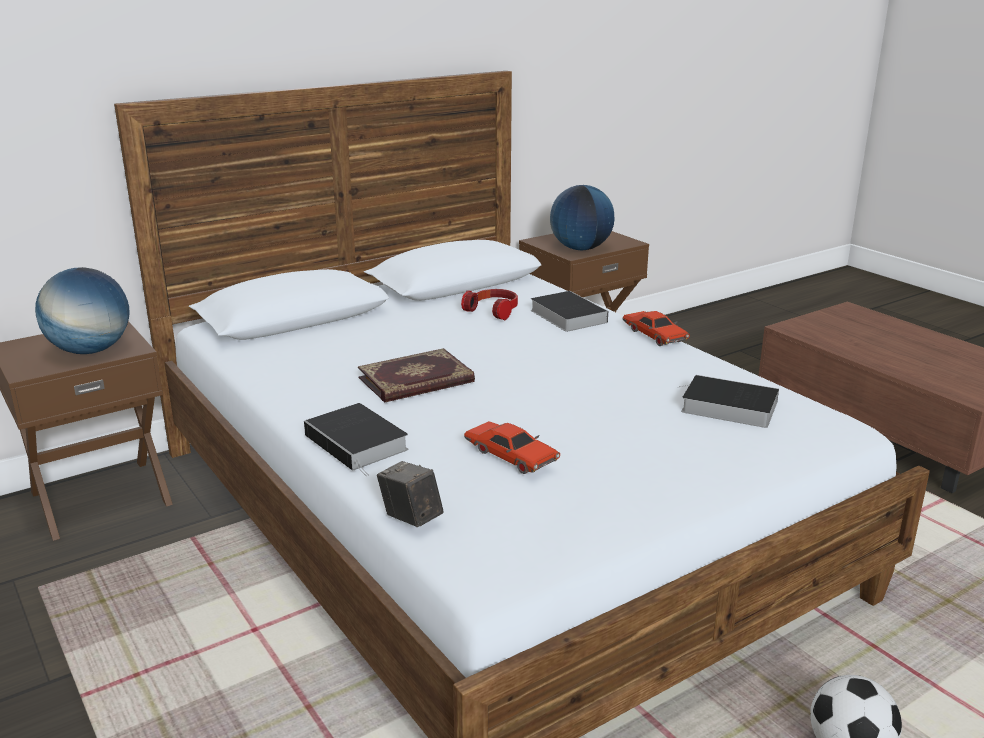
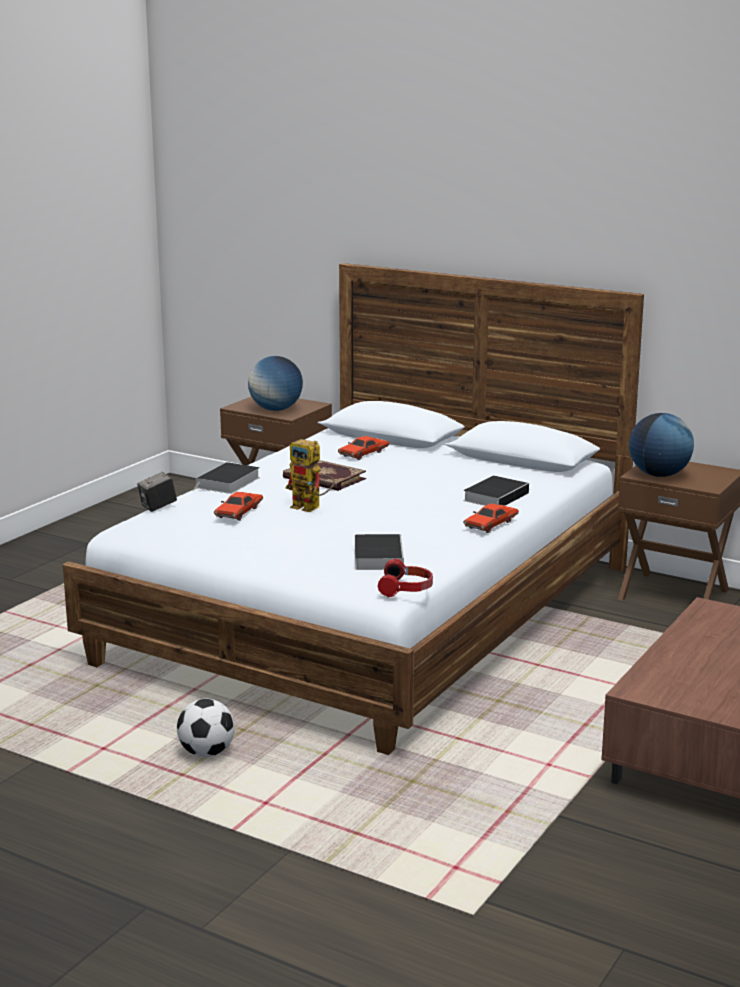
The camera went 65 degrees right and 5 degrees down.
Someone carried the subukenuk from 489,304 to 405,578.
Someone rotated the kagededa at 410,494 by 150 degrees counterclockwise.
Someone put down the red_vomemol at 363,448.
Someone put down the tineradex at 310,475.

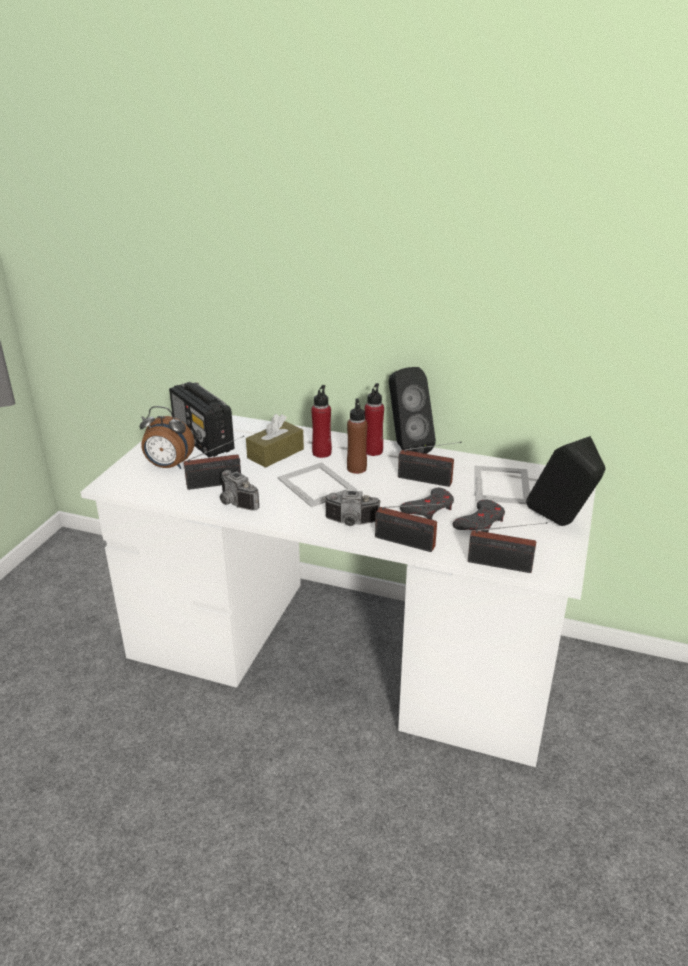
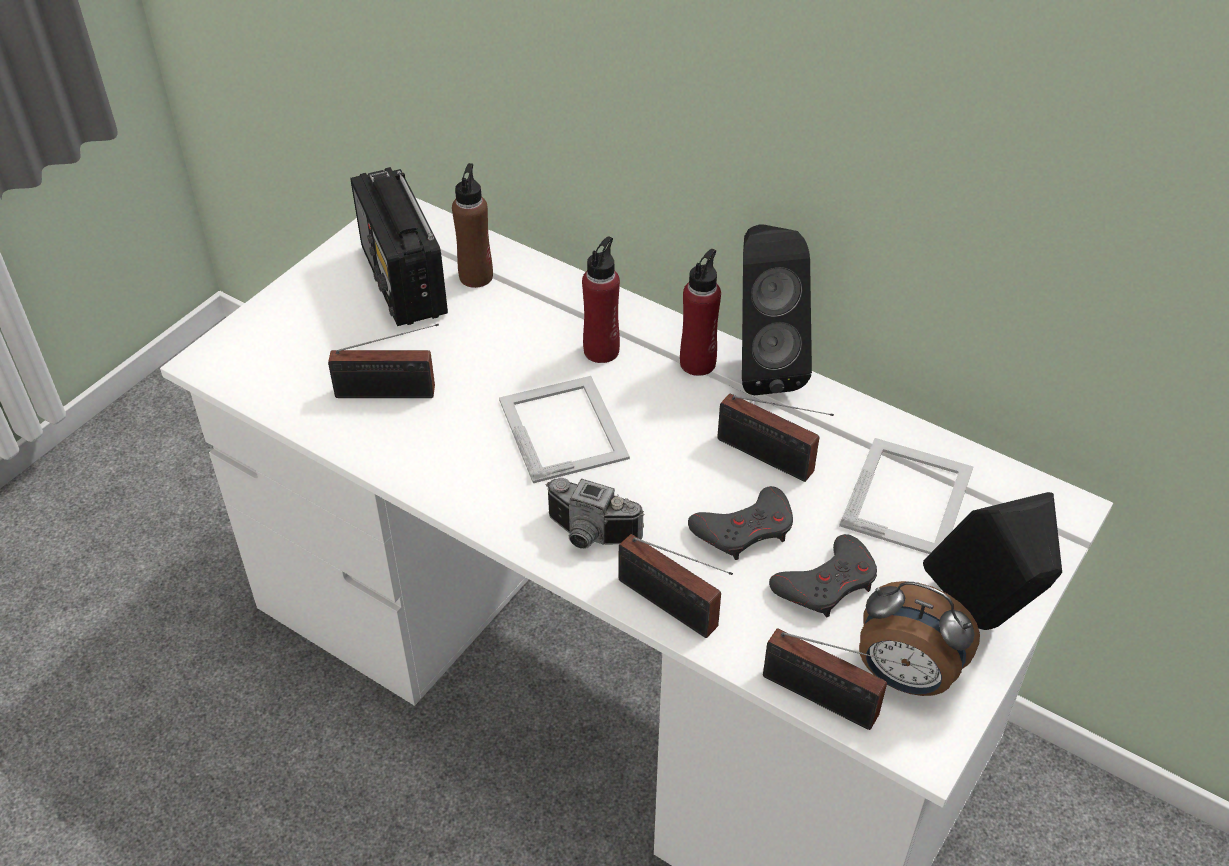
The camera went 15 degrees right and 15 degrees up.
Someone carried the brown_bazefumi from 357,436 to 472,225.
Someone carried the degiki from 167,437 to 919,638.
Someone took away the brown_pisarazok at 275,441.
Someone took away the kagededa at 240,490.

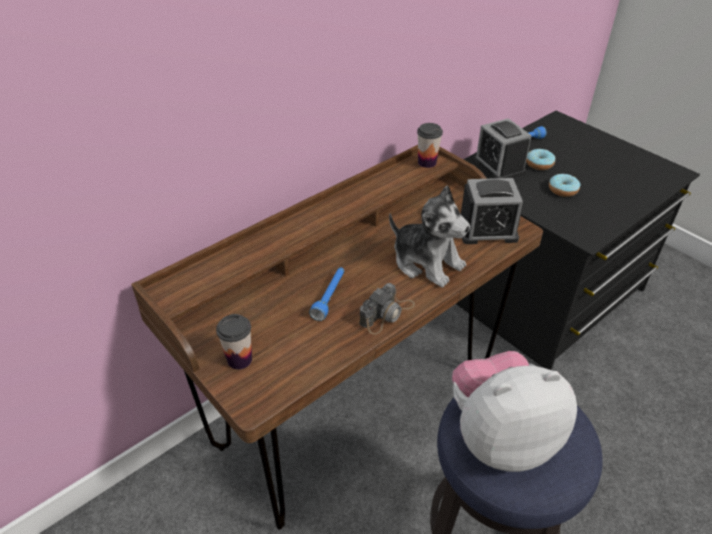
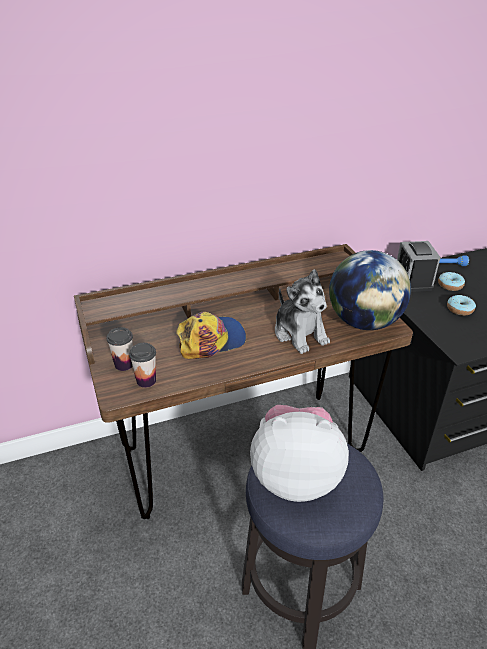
The camera went 20 degrees right and 5 degrees down.
Someone carried the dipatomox from 430,145 to 142,365.
Someone swapped the degiki at 492,211 for the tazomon at 370,290.
Someone swapped the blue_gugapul at 326,294 for the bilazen at 211,335.
Someone took away the kagededa at 387,309.

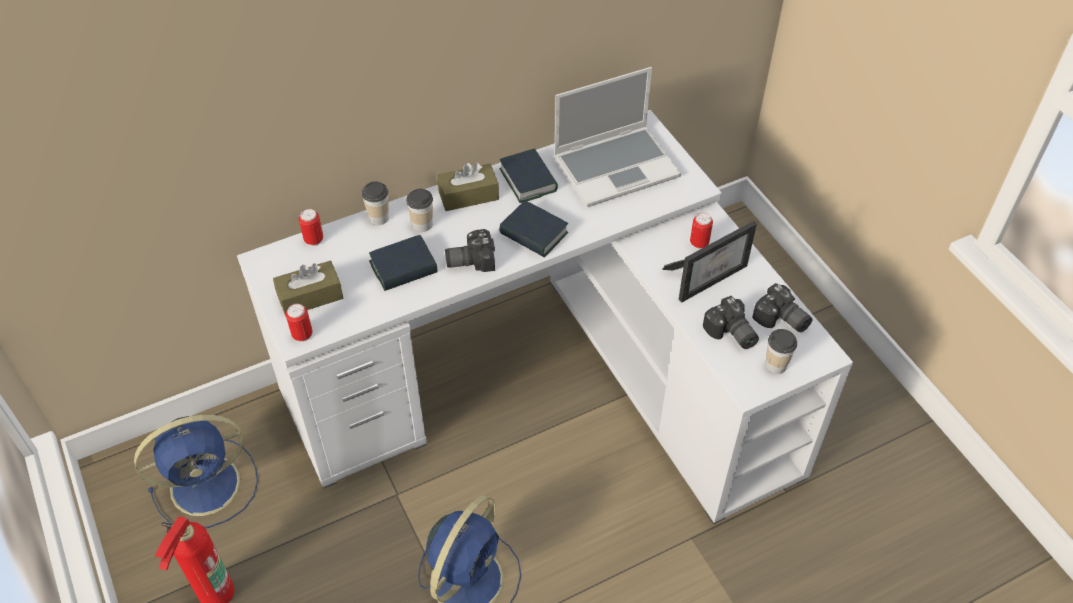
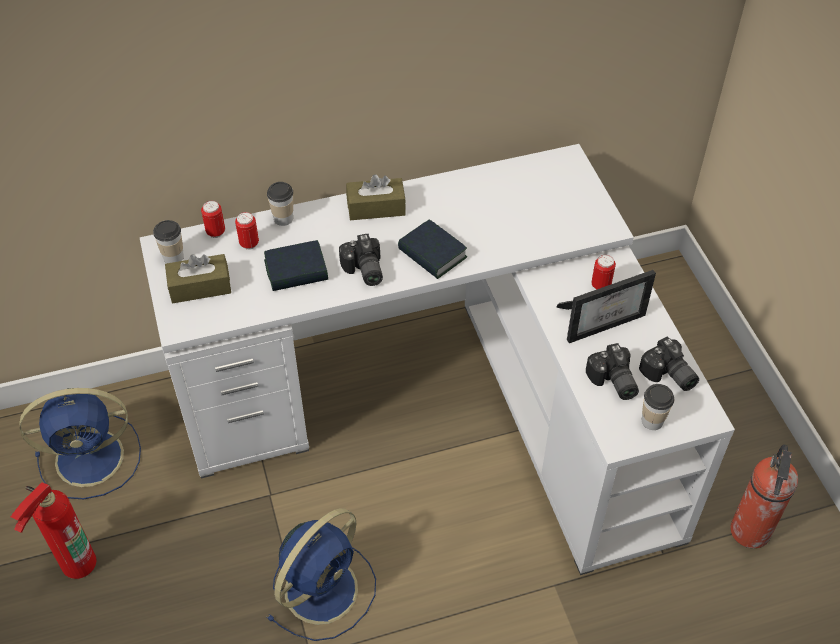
The camera went 10 degrees right and 0 degrees up.
Someone took away the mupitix at 617,137.
Someone took away the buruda at 528,175.
Someone carried the dipatomox from 419,210 to 168,241.
Someone rotated the kagededa at 470,250 by 105 degrees counterclockwise.
Someone carried the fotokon from 299,323 to 247,231.
Someone put down the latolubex at 764,496.

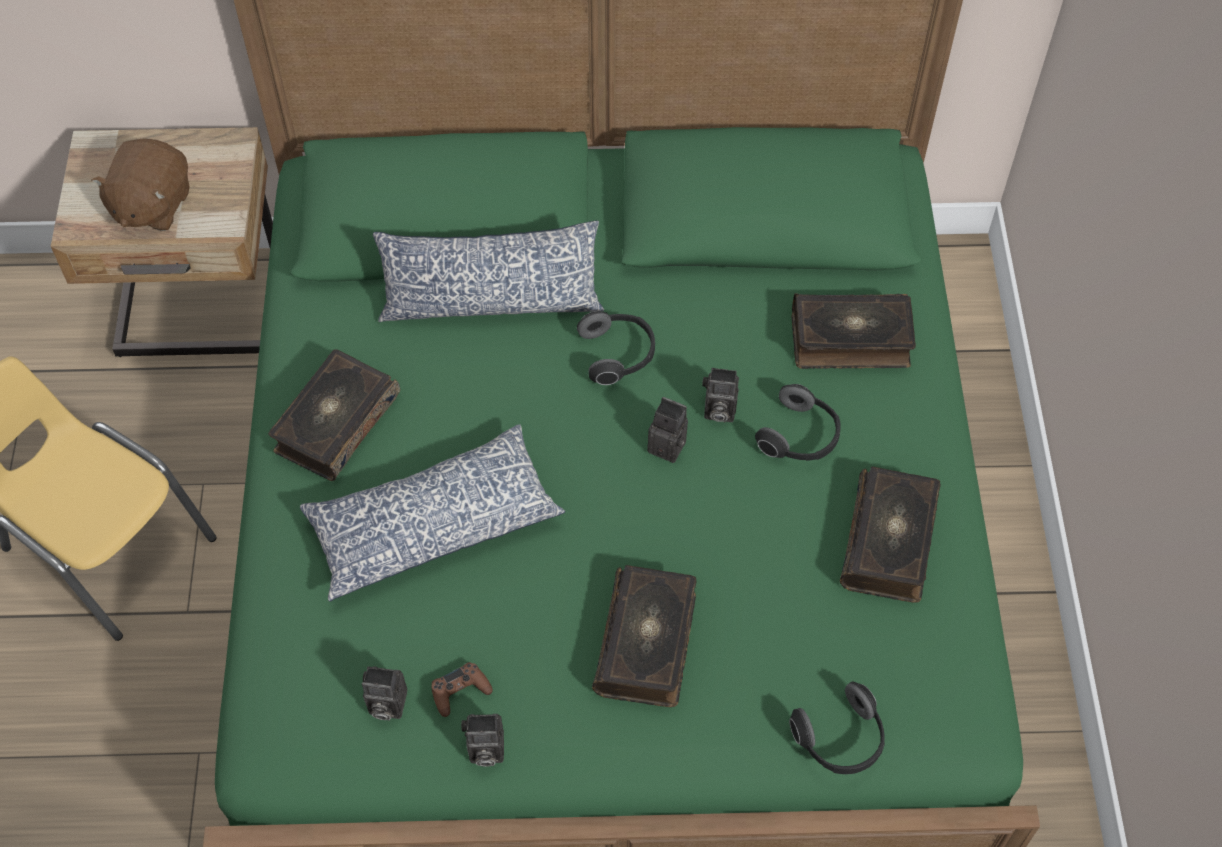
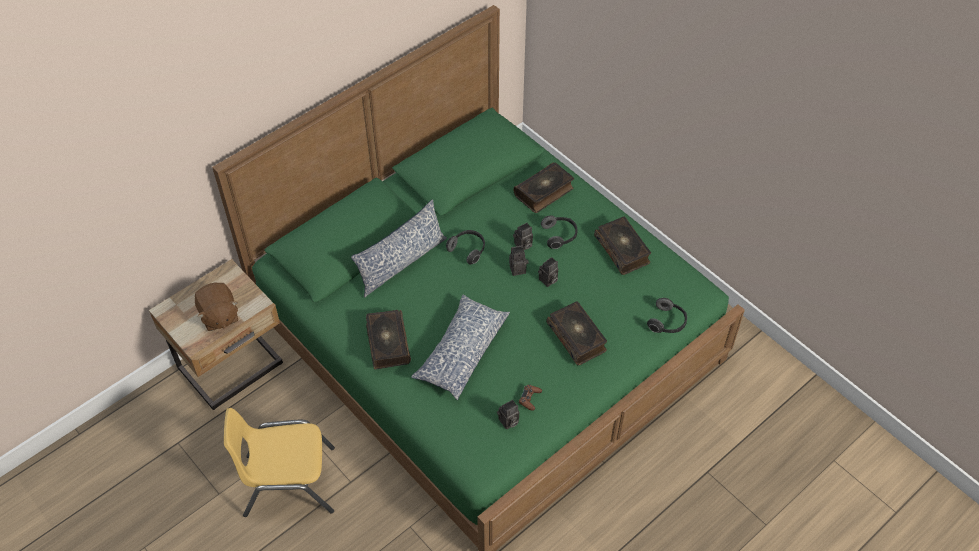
The camera went 40 degrees left and 5 degrees down.
Someone carried the kagededa from 482,740 to 548,272.

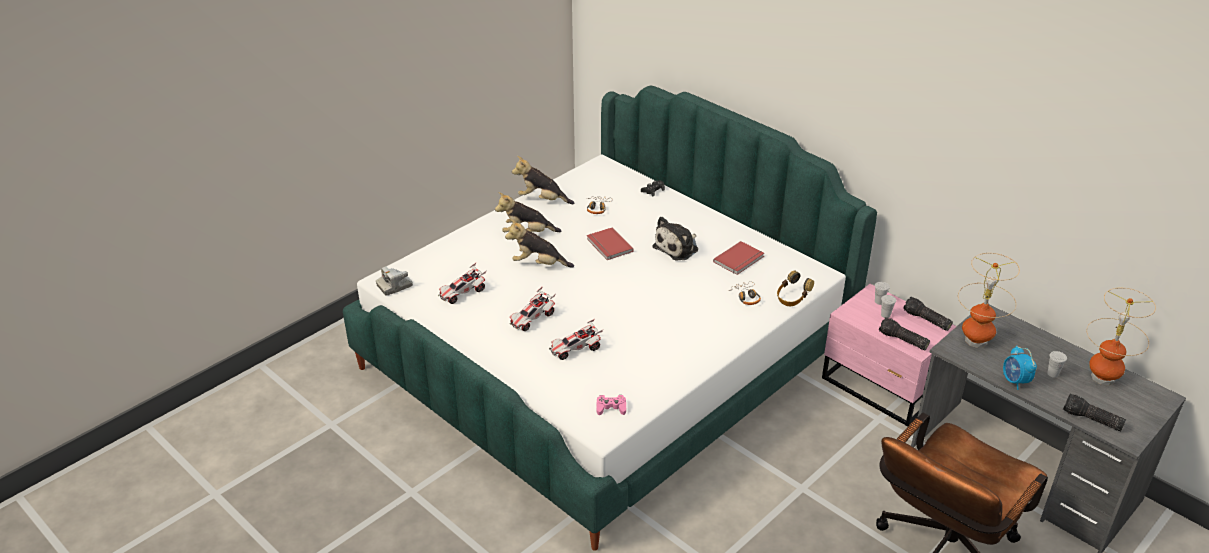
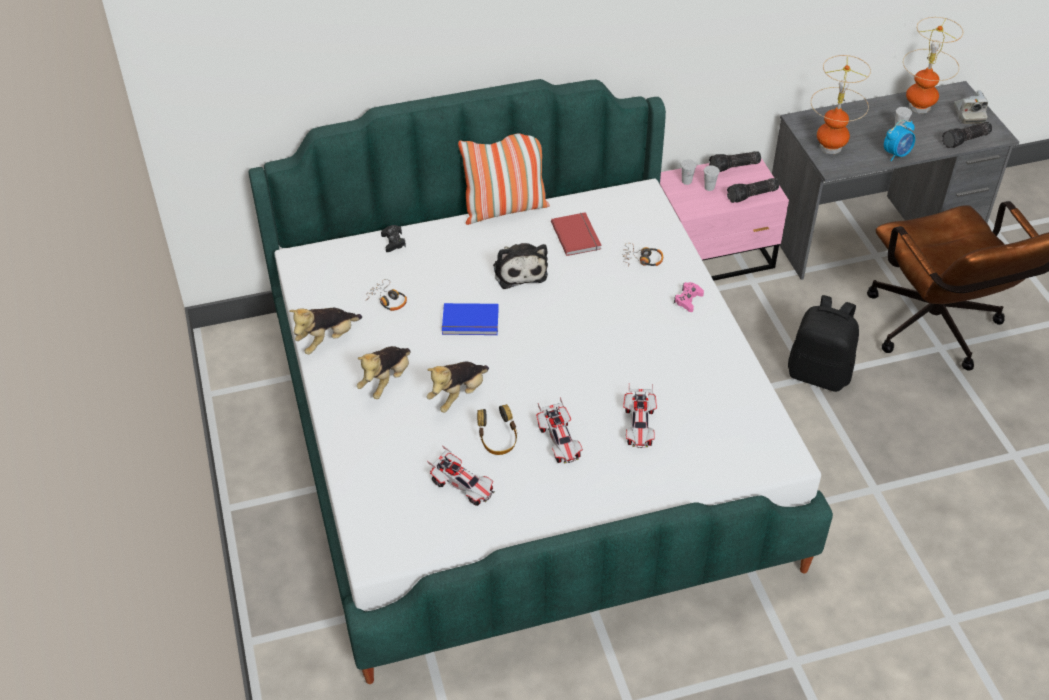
The camera went 60 degrees left and 10 degrees up.
Someone repainted the red_buruda at 610,243, which became the blue_buruda at 470,319.
Someone rotated the vomemol at 462,283 by 45 degrees counterclockwise.
Someone carried the kagededa from 394,281 to 971,107.
Someone carried the subukenuk from 795,288 to 497,429.
Someone rotated the degiki at 1020,368 by 45 degrees counterclockwise.
Someone carried the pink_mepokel from 611,405 to 689,297.
Someone put down the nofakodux at 504,179.
Someone put down the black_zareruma at 823,343.

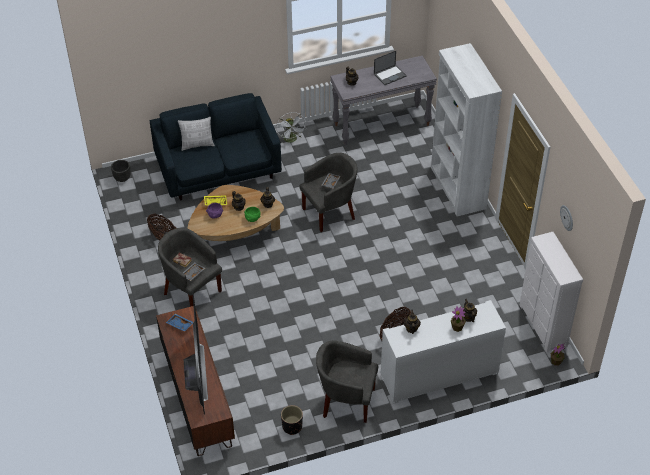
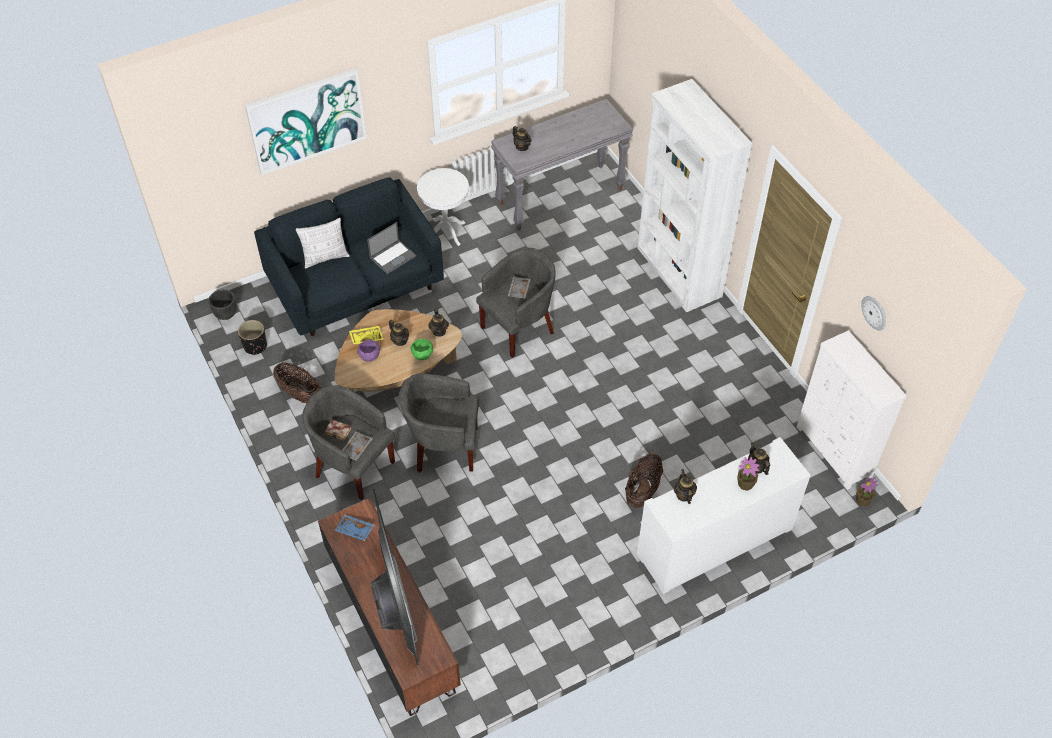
The camera went 10 degrees left and 5 degrees up.
Someone carried the mupitix from 390,68 to 391,248.
Someone swapped the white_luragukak at 291,128 for the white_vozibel at 443,207.
Someone carried the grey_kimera from 347,382 to 439,423.
Someone carried the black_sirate from 292,420 to 252,337.
Someone put up the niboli at 306,121.

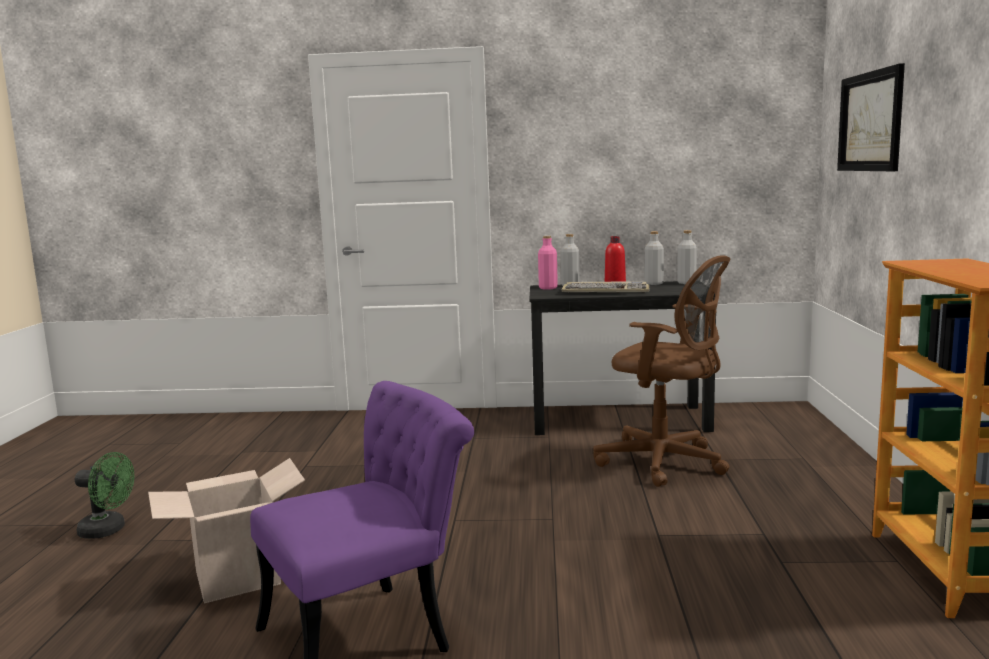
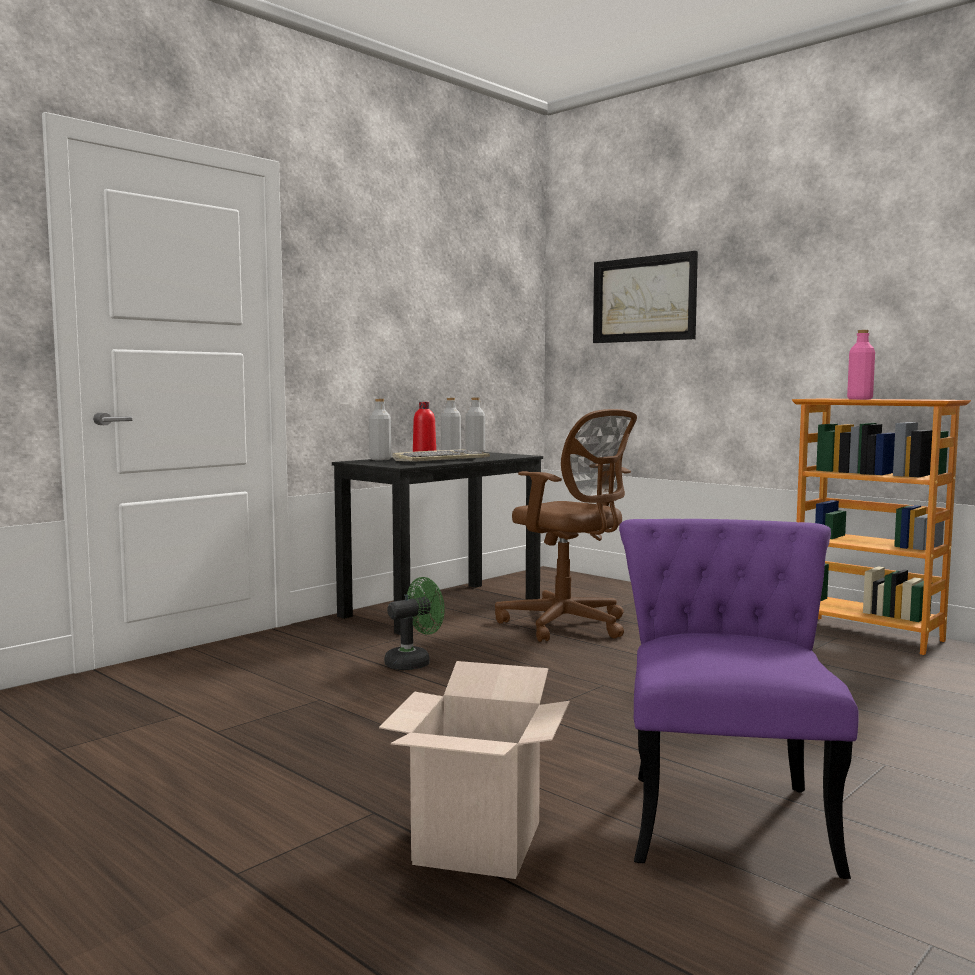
The camera went 50 degrees left and 5 degrees down.
Someone carried the pink_bazefumi from 548,263 to 861,364.
Someone rotated the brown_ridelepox at 661,371 by 60 degrees clockwise.
Someone carried the green_luragukak from 104,495 to 415,623.

